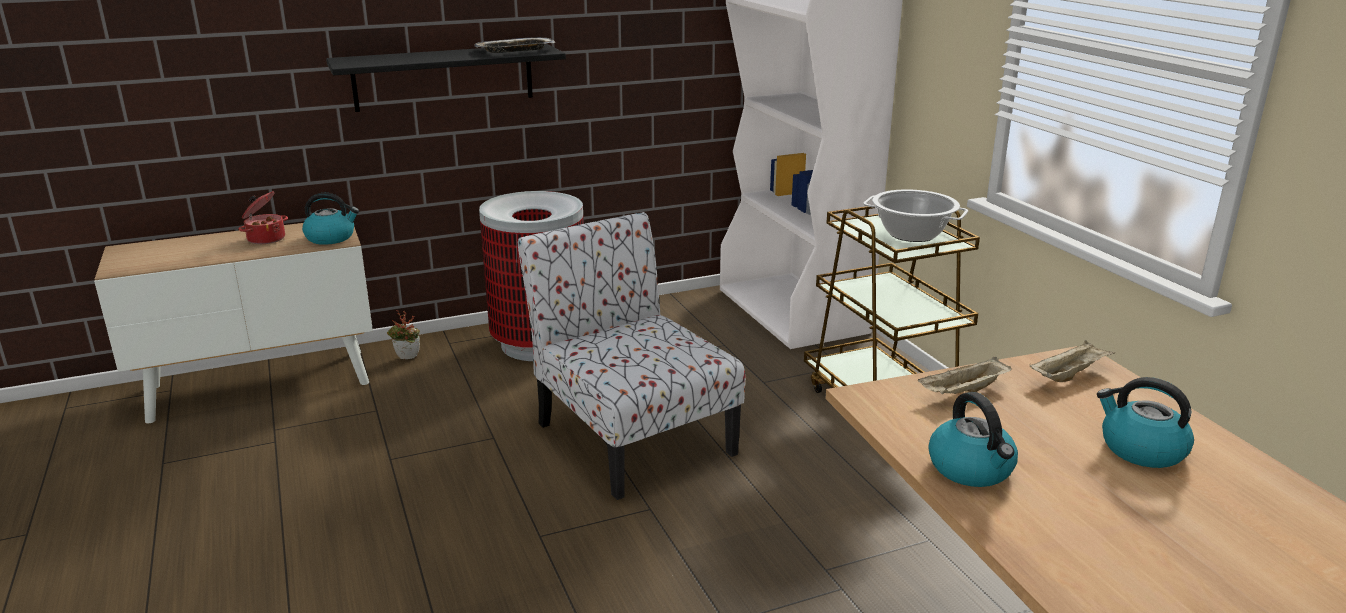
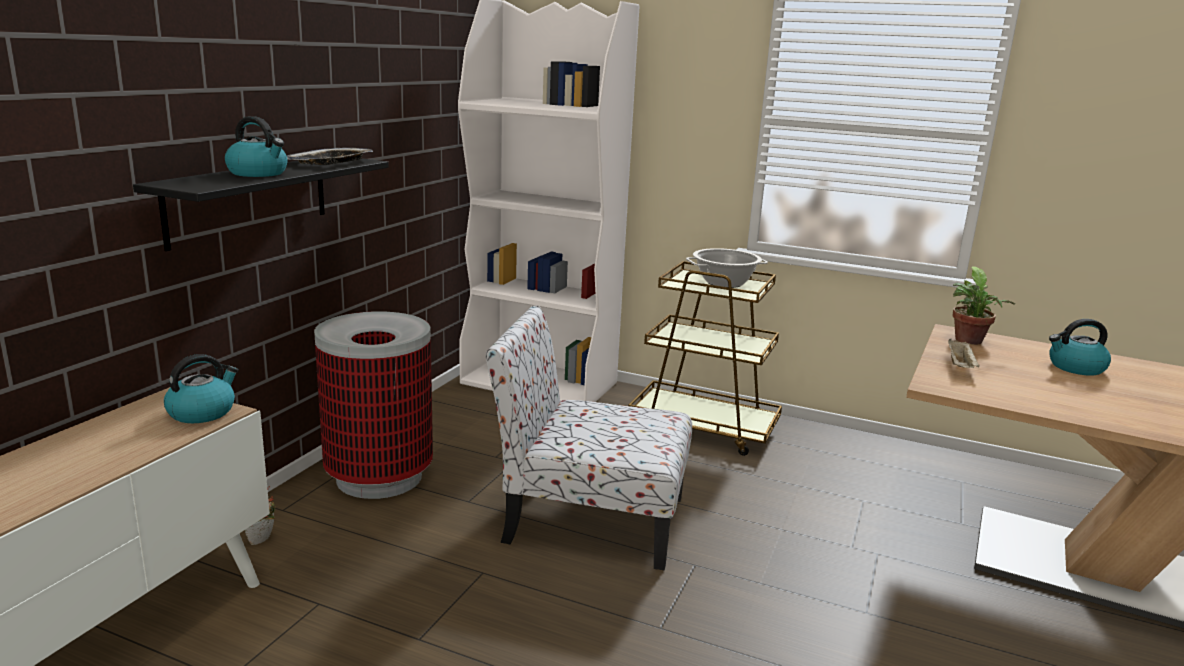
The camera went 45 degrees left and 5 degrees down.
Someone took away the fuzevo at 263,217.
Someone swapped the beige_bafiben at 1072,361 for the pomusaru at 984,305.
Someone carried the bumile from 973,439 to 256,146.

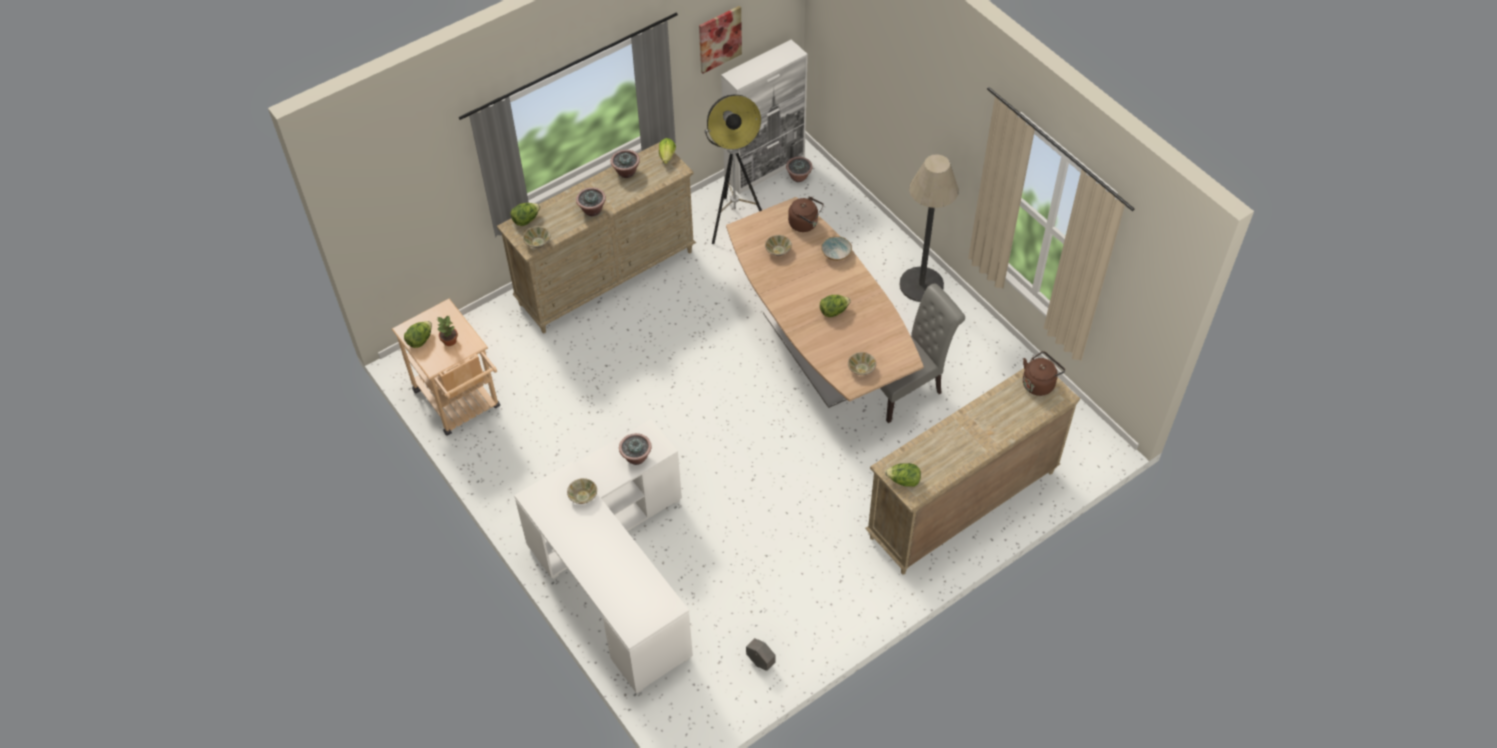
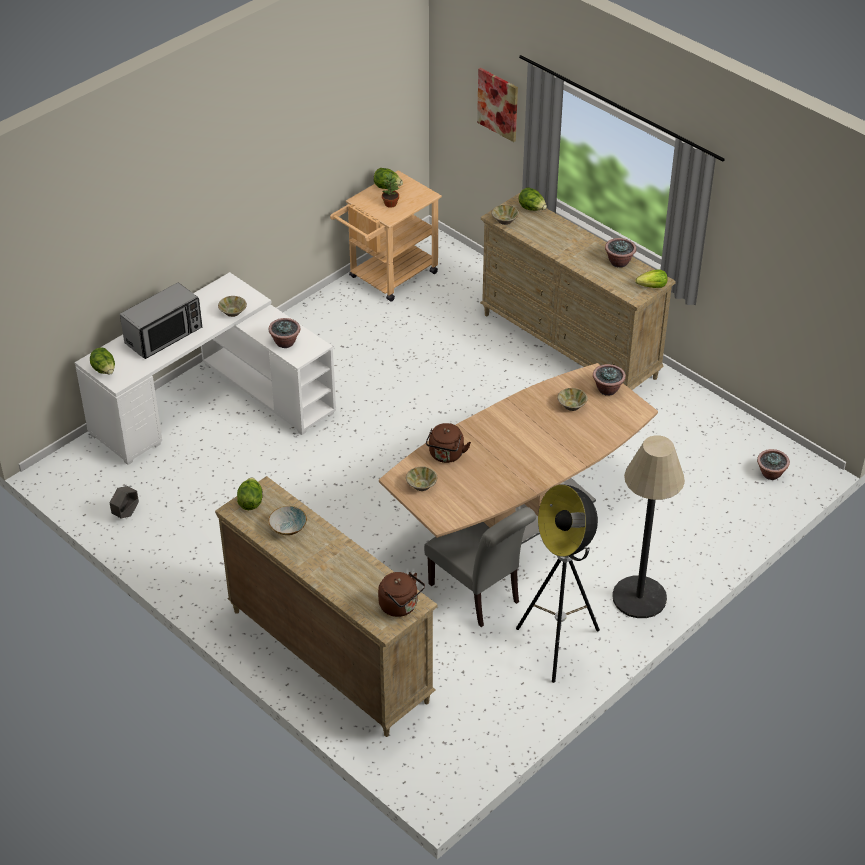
The camera went 80 degrees right and 10 degrees down.
Someone carried the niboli from 720,40 to 497,105.
Someone took away the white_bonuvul at 764,116.
Someone carried the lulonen from 733,169 to 558,584.
Someone carried the pomusaru from 591,201 to 609,379.
Someone carried the brown_bumile from 806,214 to 448,443.
Someone carried the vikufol from 836,248 to 288,520.
Someone carried the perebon from 835,306 to 102,360.
Someone put down the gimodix at 161,320.

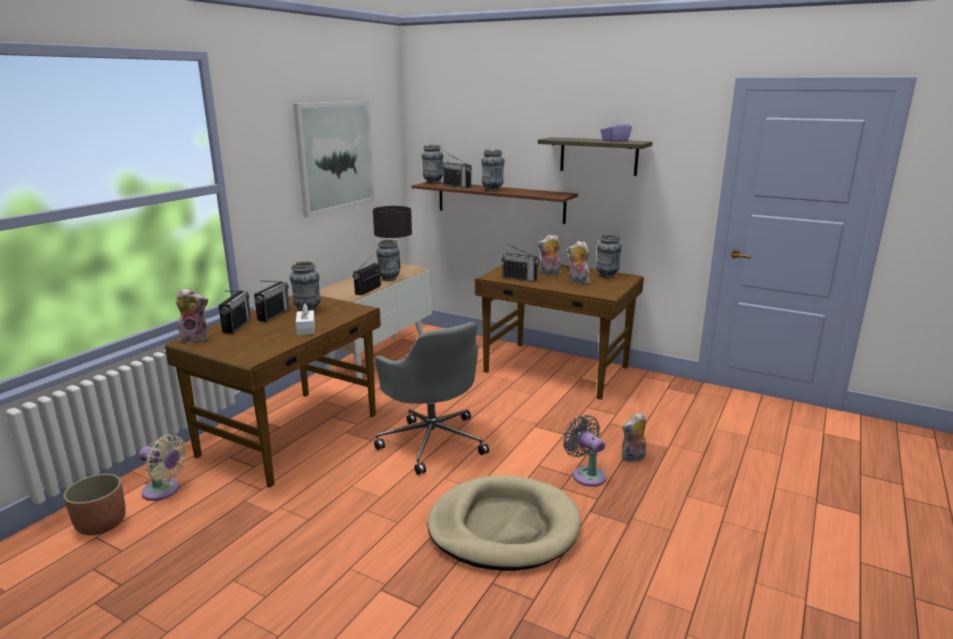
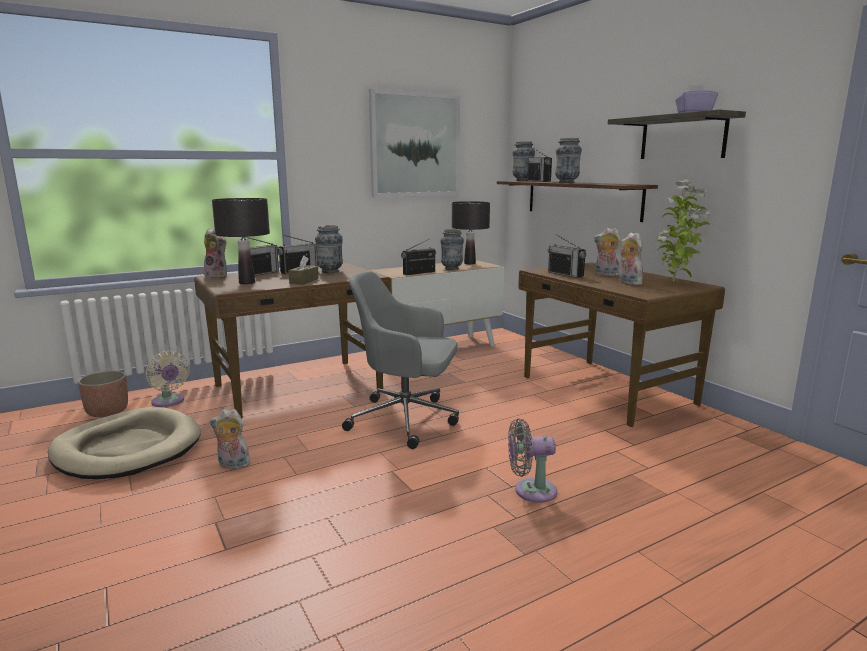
The camera went 30 degrees right and 5 degrees down.
Someone swapped the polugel at 609,256 for the pomusaru at 683,230.
Someone repainted the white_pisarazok at 305,319, which became the brown_pisarazok at 303,269.
Someone rotated the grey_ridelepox at 431,398 by 105 degrees clockwise.
Someone carried the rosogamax from 634,437 to 229,440.
Someone rotated the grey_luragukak at 585,451 by 90 degrees counterclockwise.
Someone carried the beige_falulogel from 504,523 to 124,443.
Someone put down the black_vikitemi at 241,241.

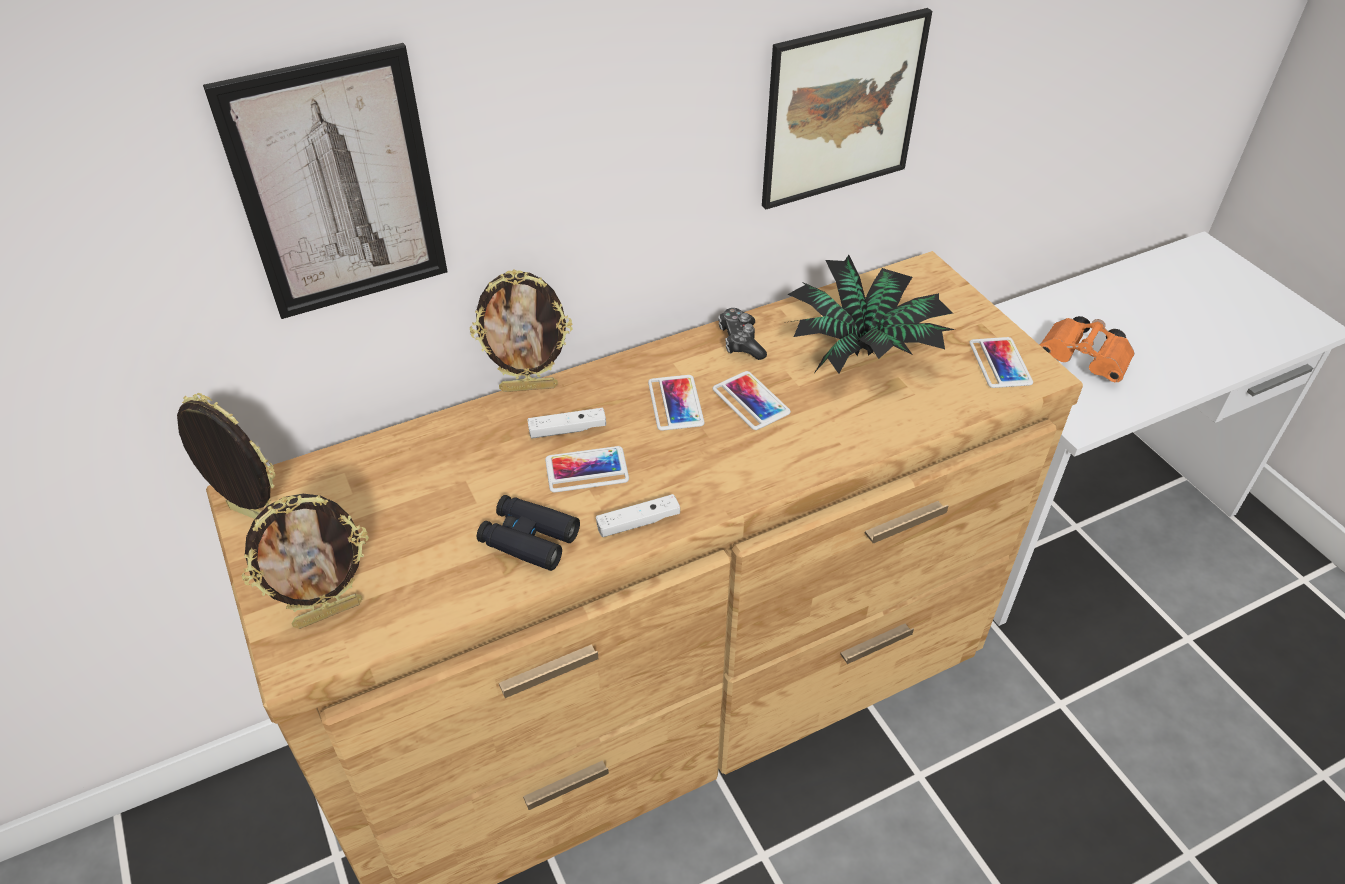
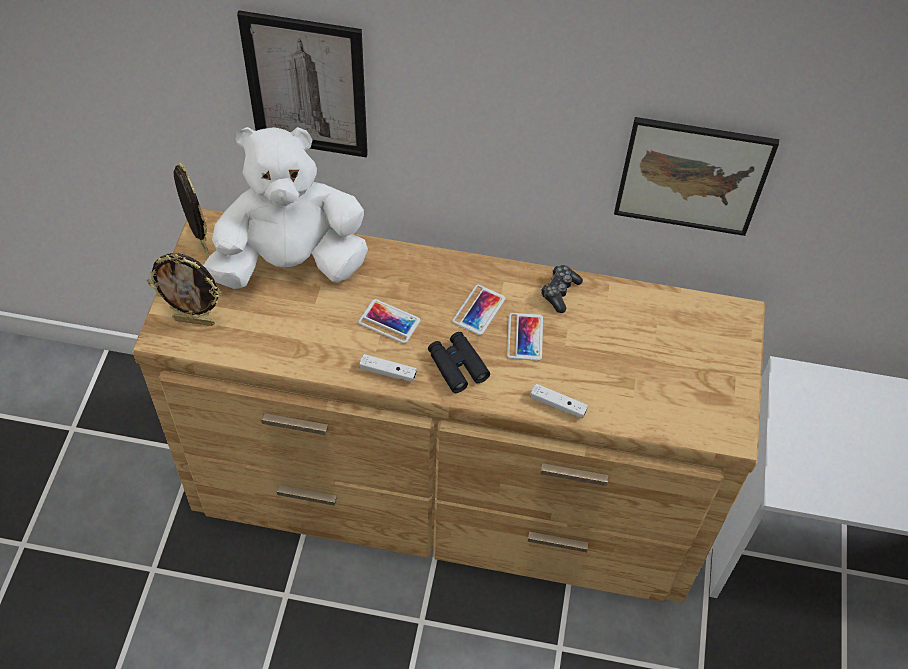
The camera went 35 degrees right and 10 degrees up.
Someone took away the pomusaru at 871,314.
Someone took away the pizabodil at 521,330.
Someone took away the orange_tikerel at 1087,349.
Someone took away the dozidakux at 1001,362.
Someone carried the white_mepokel from 566,423 to 559,401.
Someone carried the black_tikerel from 528,533 to 459,362.
Someone put down the white_rosogamax at 285,208.

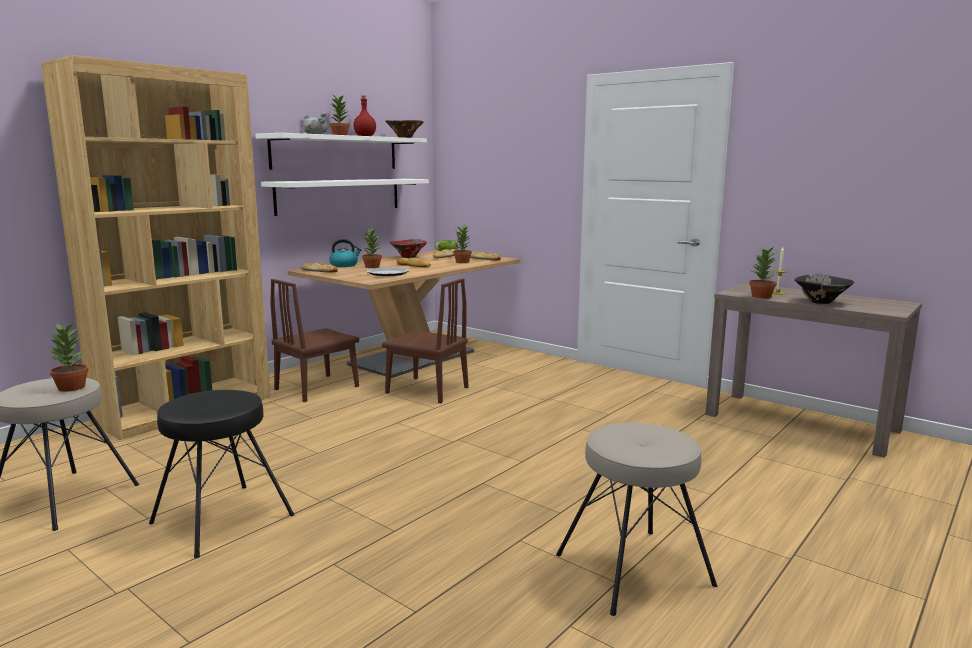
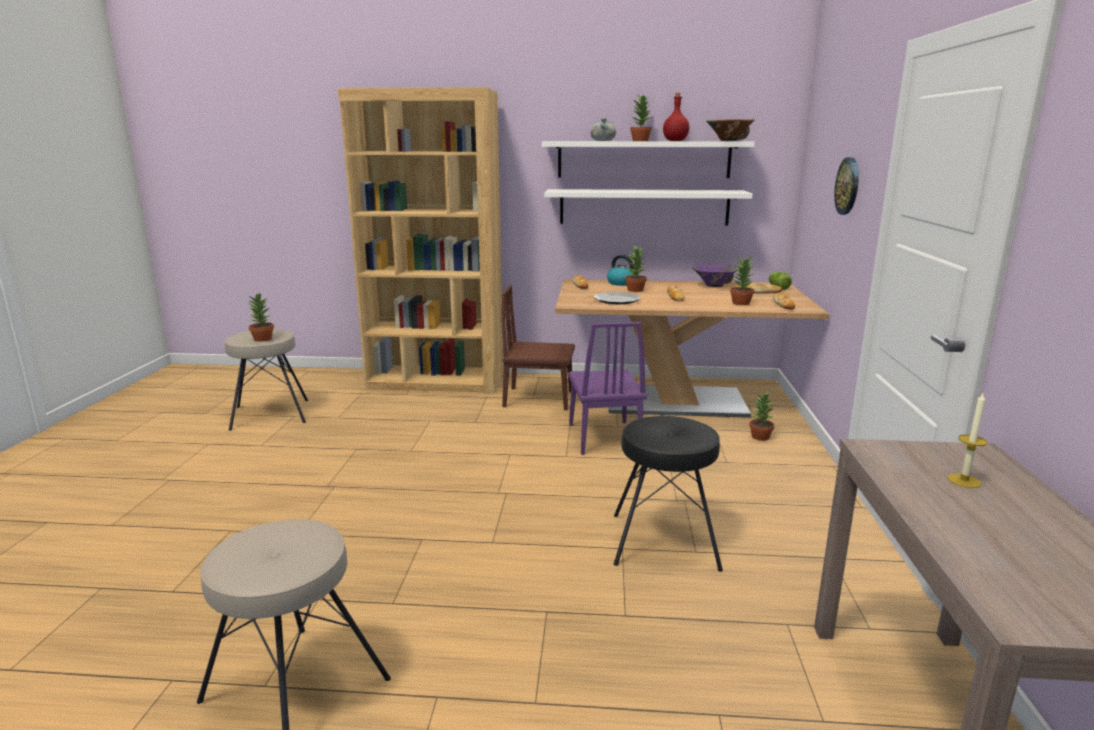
The camera went 55 degrees right and 5 degrees up.
Someone repainted the red_vikufol at 408,248, which became the purple_vikufol at 715,275.
Someone carried the pomusaru from 762,272 to 762,416.
Someone took away the black_vikufol at 824,289.
Someone repainted the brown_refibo at 425,340, which became the purple_refibo at 607,388.
Someone carried the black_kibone from 222,474 to 668,494.
Someone put up the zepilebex at 846,186.

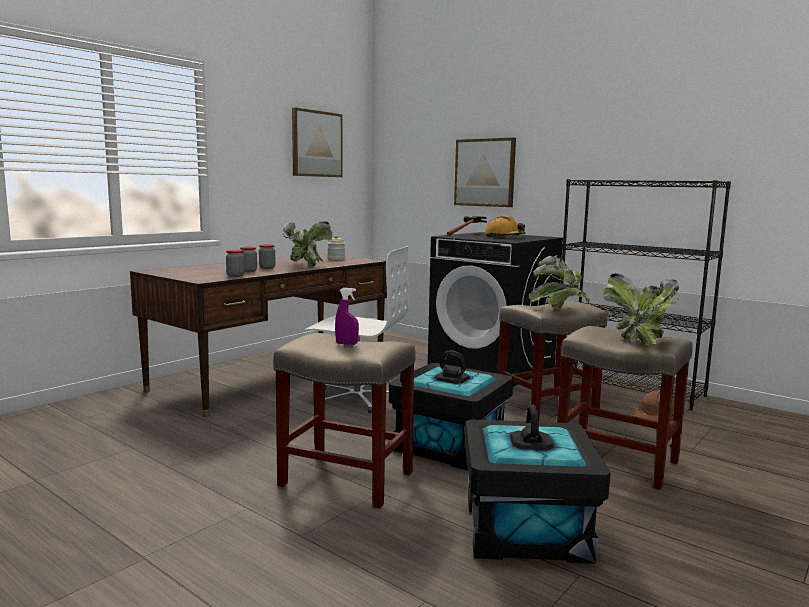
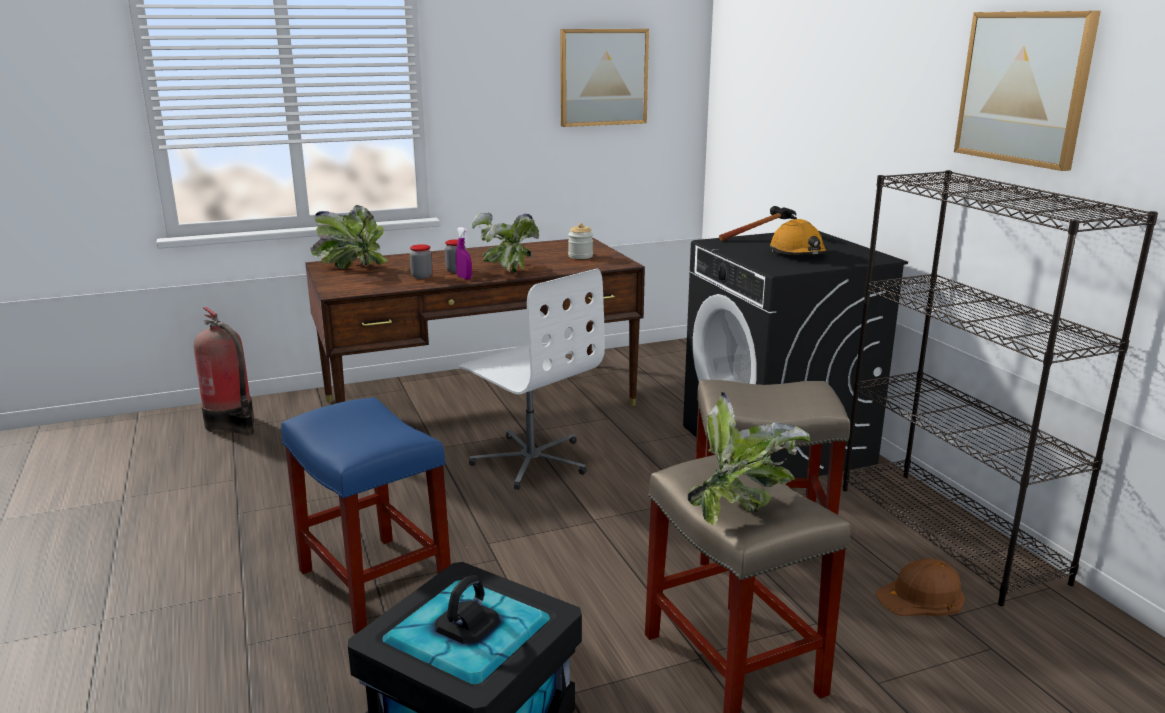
The camera went 30 degrees right and 10 degrees up.
Someone carried the niboli from 485,172 to 1027,91.
Someone took away the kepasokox at 235,263.
Someone carried the pomusaru from 559,282 to 349,237.
Someone carried the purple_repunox from 347,316 to 464,253.
Someone repainted the beige_kibone at 344,421, which became the blue_kibone at 366,515.
Someone took away the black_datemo at 451,410.
Someone put down the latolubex at 224,371.

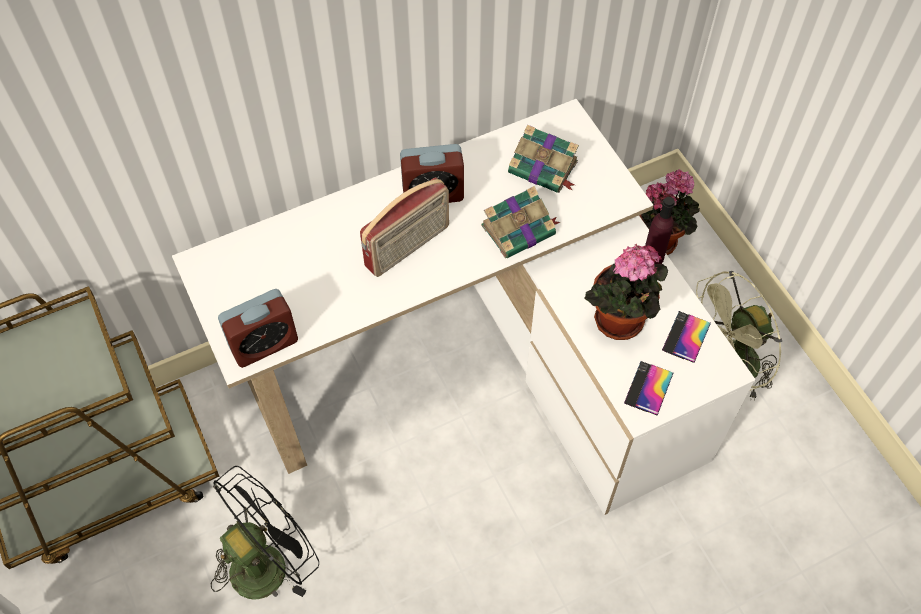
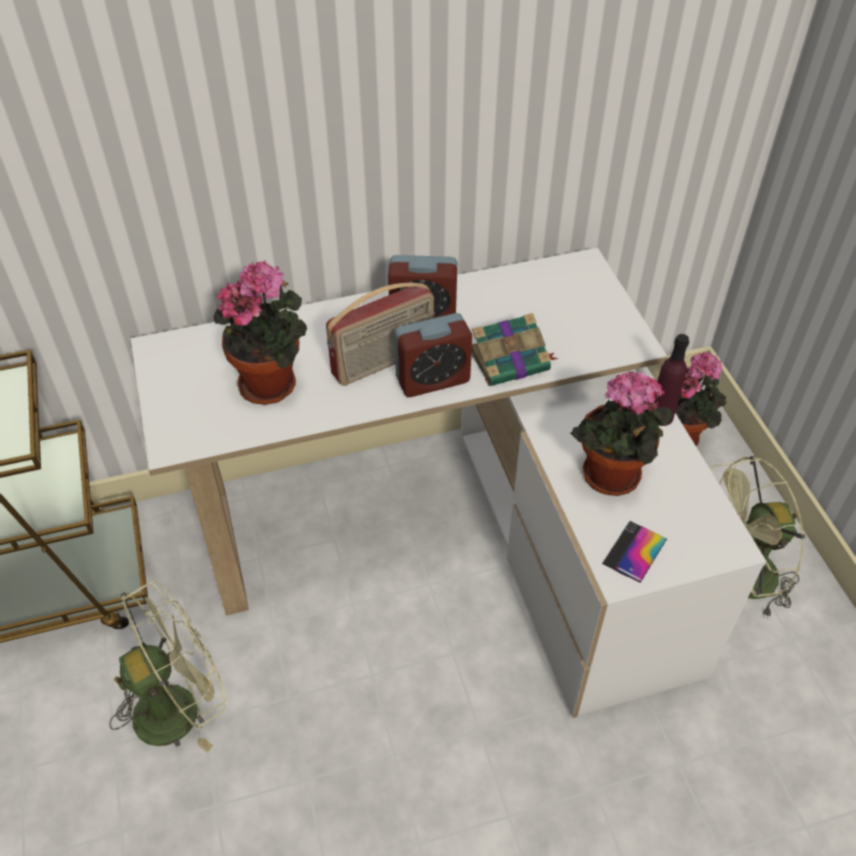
The camera went 10 degrees right and 10 degrees down.
Someone took away the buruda at 543,159.
Someone carried the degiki from 258,328 to 433,355.
Someone took away the dozidakux at 686,337.
Someone repainted the black_luragukak at 265,532, which became the green_luragukak at 168,666.
Someone put down the pomusaru at 260,332.

